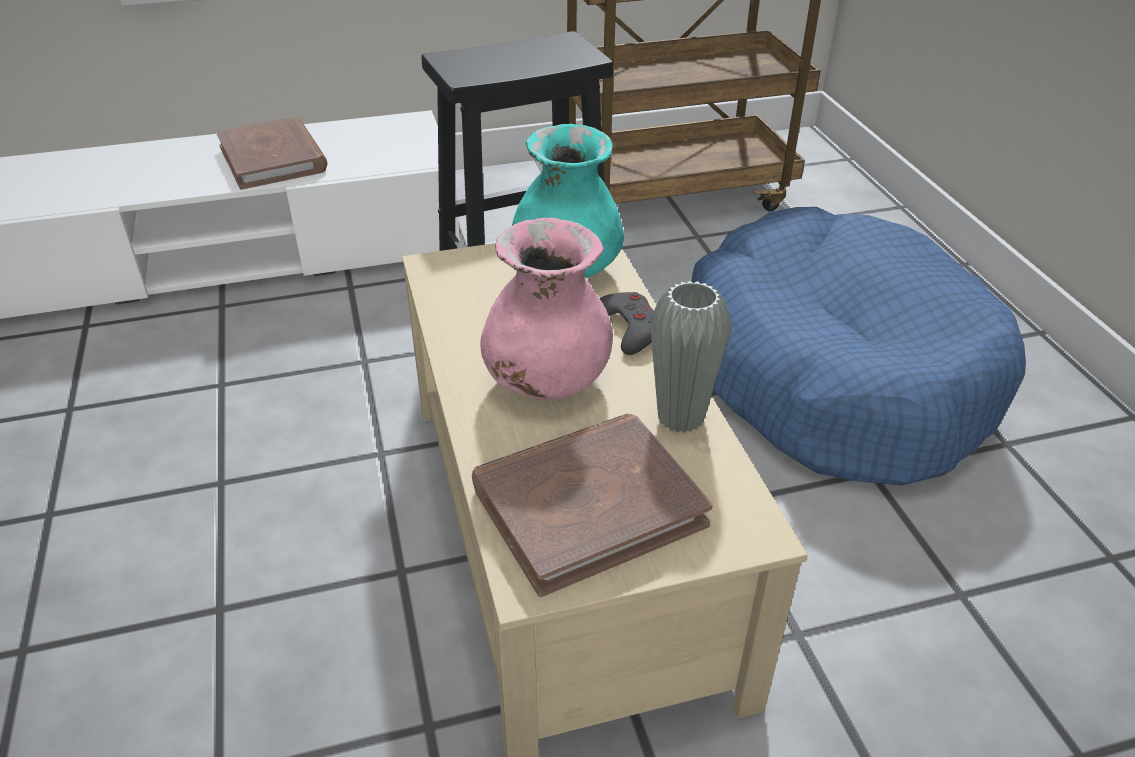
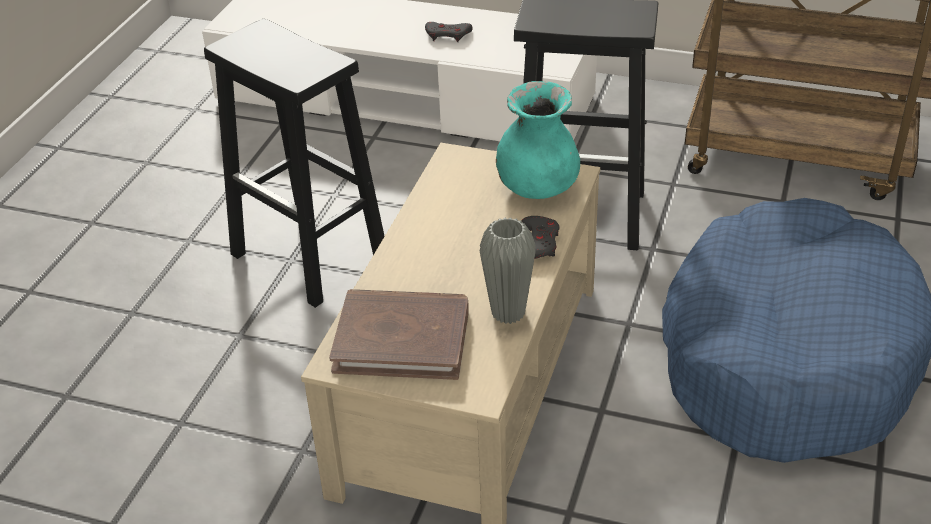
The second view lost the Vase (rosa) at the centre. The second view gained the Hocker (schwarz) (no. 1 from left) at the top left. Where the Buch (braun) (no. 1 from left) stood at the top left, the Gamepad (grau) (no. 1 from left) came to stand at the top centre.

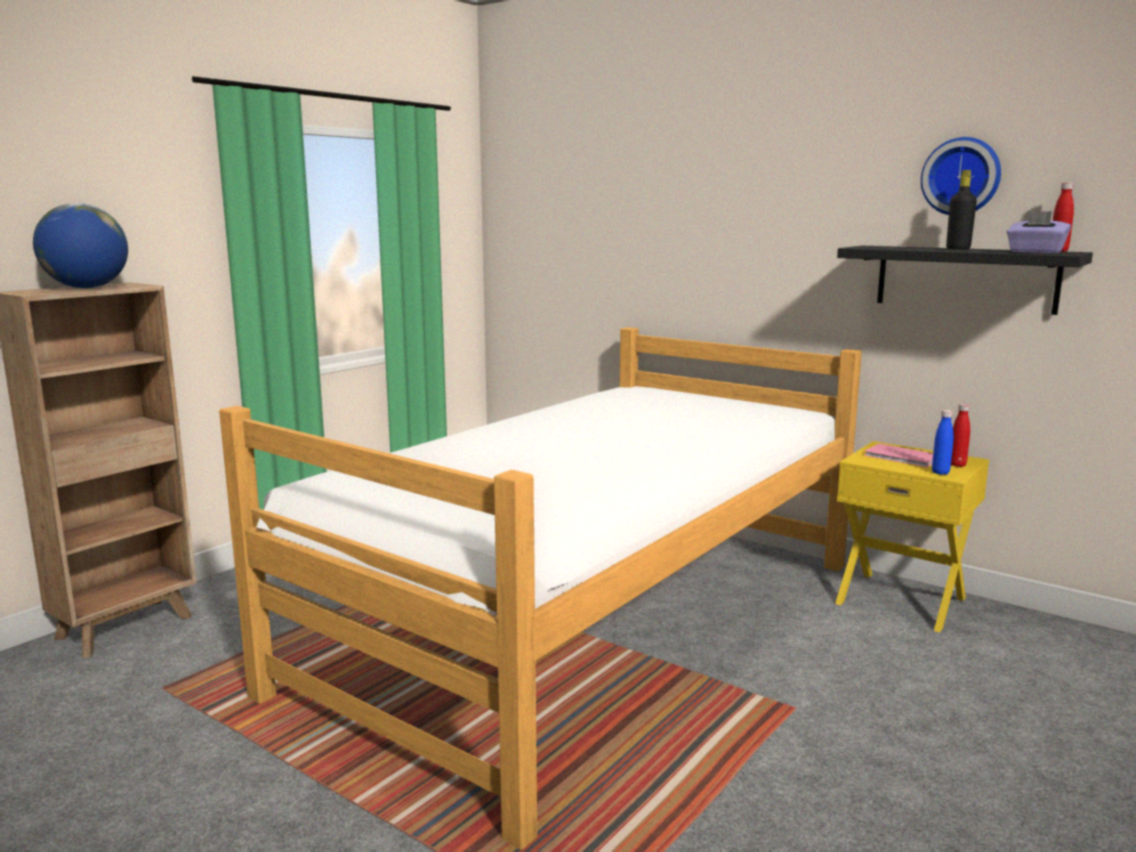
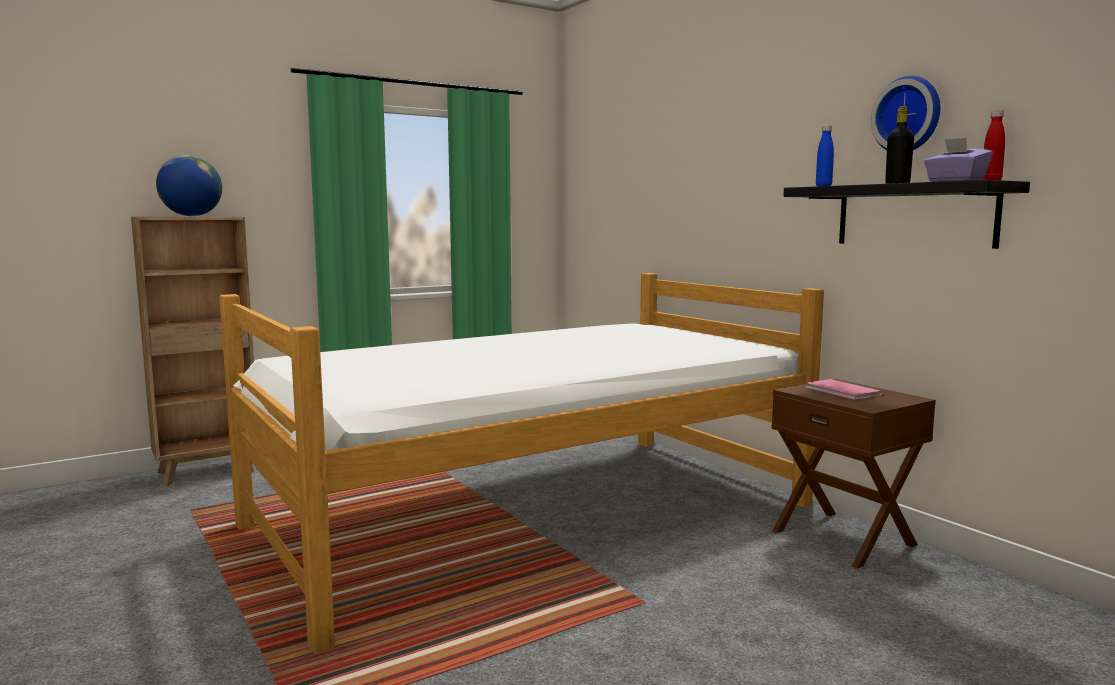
The second view lost the Flasche (rot) (no. 1 from left) at the middle right. The Flasche (blau) ended up elsewhere, having gone from the middle right to the top right. What was the Nachttisch (gelb) at the middle right turned into the Nachttisch (braun) at the bottom right.

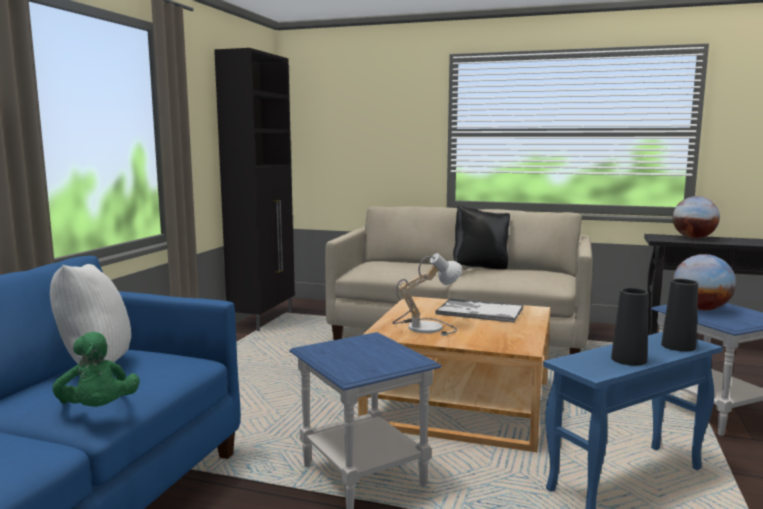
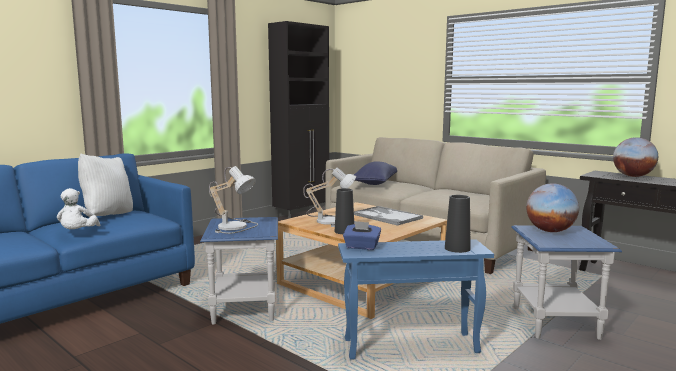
The second view lost the Kissen (schwarz) at the centre. The second view gained the Tischlampe (no. 1 from left) at the centre. The second view gained the Taschentuchbox (blau) at the centre. The second view gained the Kissen (blau) at the centre. The Vase (schwarz) (no. 1 from left) ended up elsewhere, having gone from the middle right to the centre. What was the Plüschtier (grün) at the bottom left turned into the Plüschtier (weiß) at the middle left.

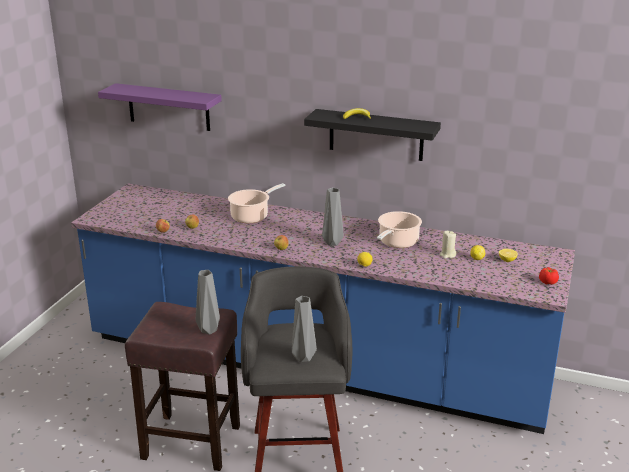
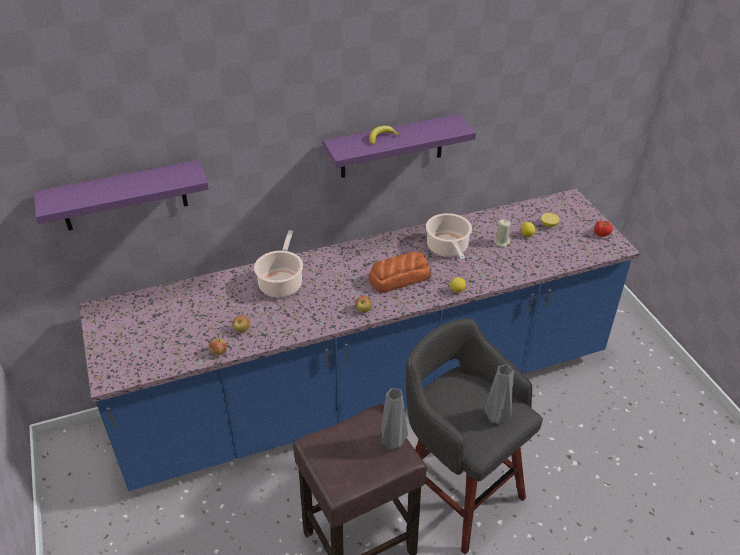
Where the Vase (grau) (no. 3 from left) stood at the centre, the Brot came to stand at the centre. What was the Wandregal (schwarz) at the top centre turned into the Wandregal (lila) (no. 2 from left) at the top centre.

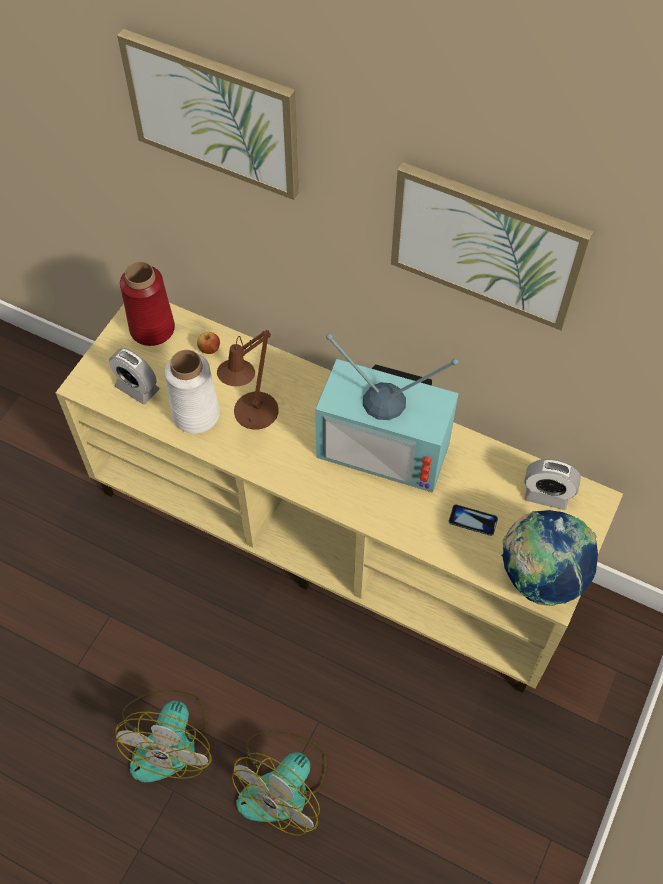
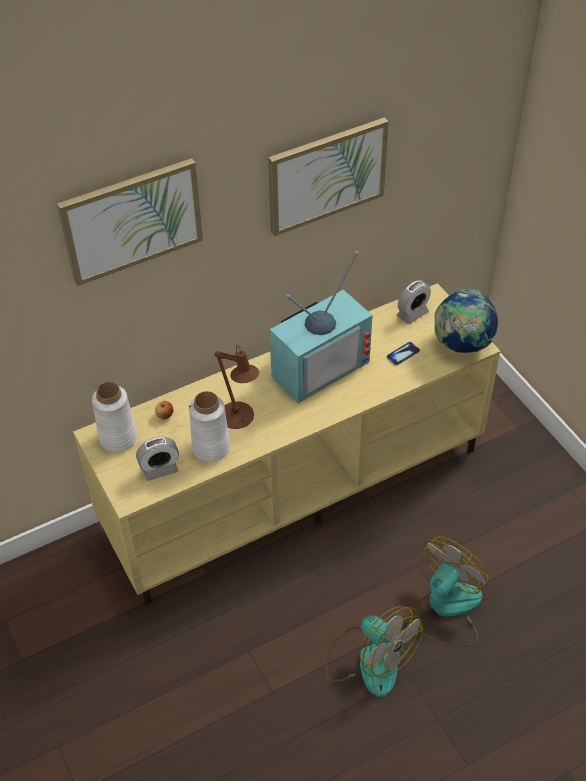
What was the Vase (rot) at the middle left turned into the Vase (weiß) (no. 1 from left) at the middle left. The Ventilator (no. 2 from left) at the bottom centre ended up facing another way, 120 degrees counterclockwise from before.

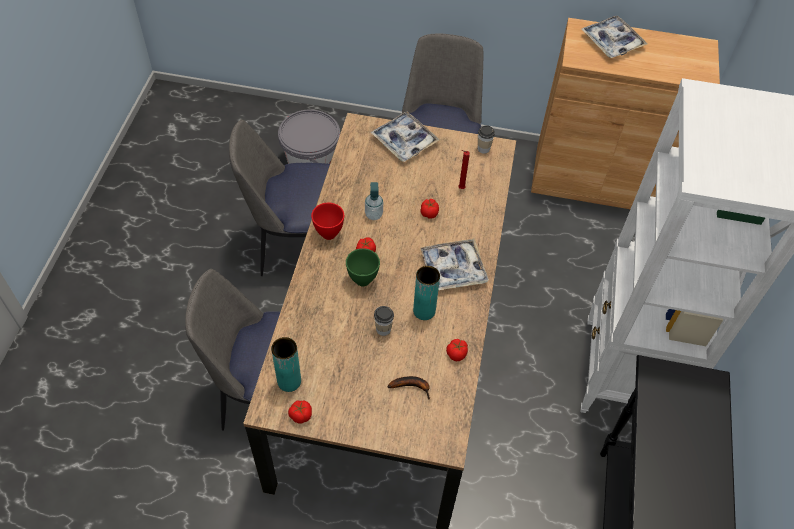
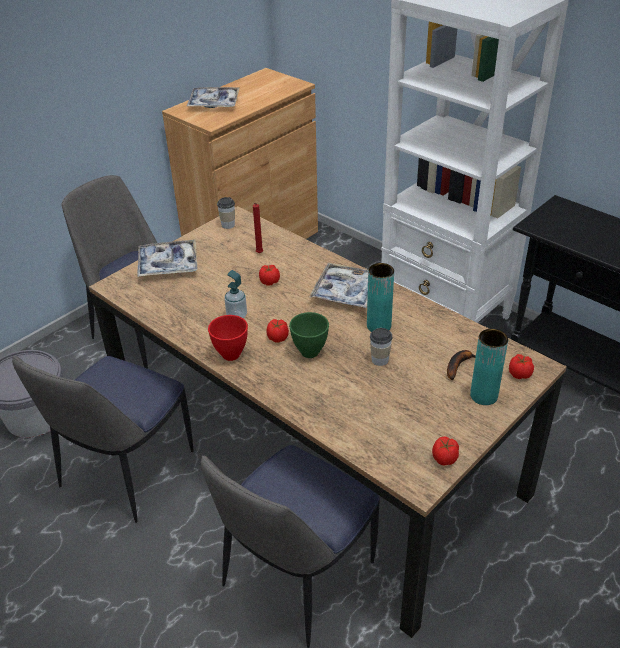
The Vase (türkis) (no. 1 from left in the first image) ended up elsewhere, having gone from the bottom centre to the middle right. The Tomate (no. 4 from left) ended up elsewhere, having gone from the centre to the middle right.

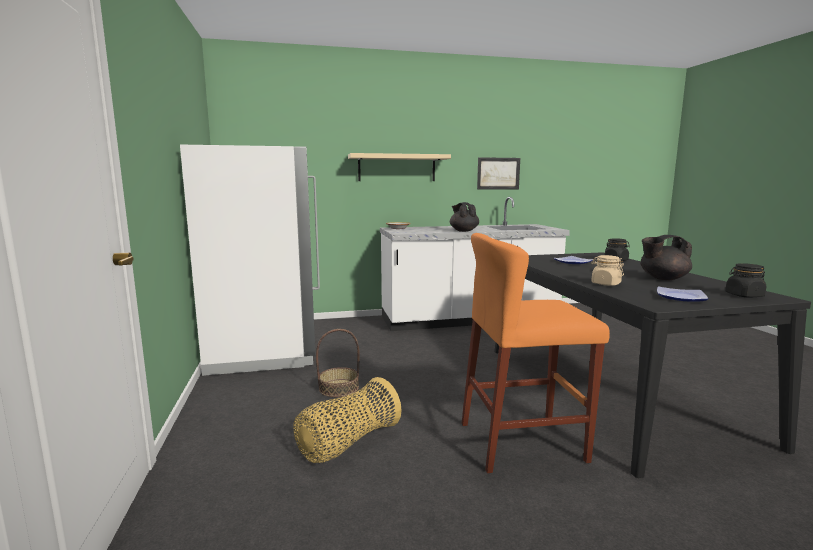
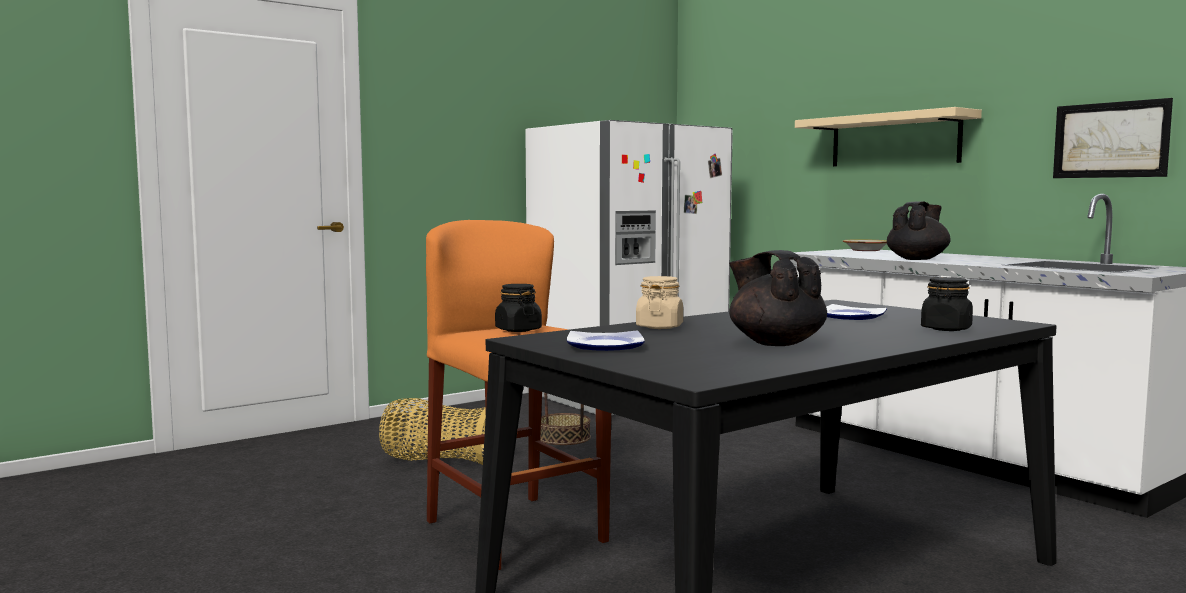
The Vorratsglas (schwarz) (no. 2 from left in the first image) ended up elsewhere, having gone from the middle right to the centre.

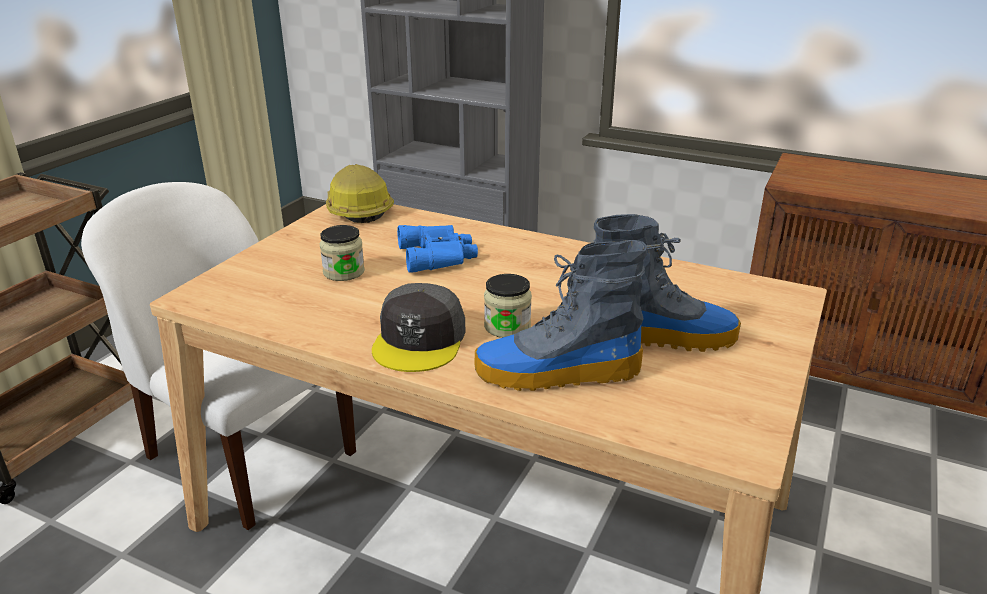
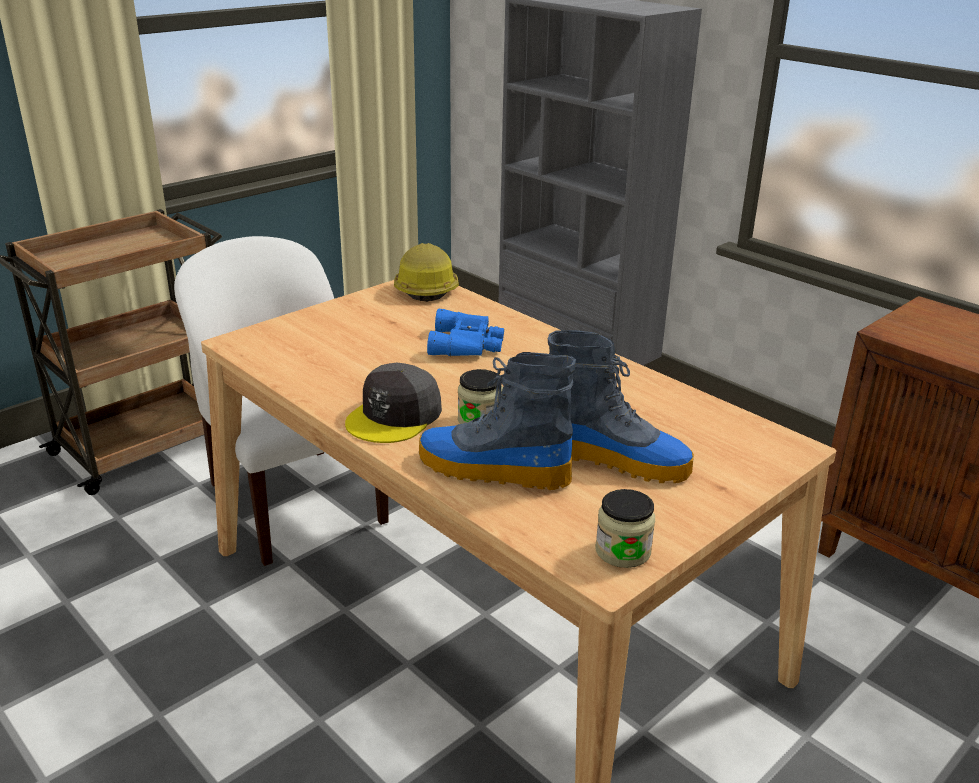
The Vorratsglas (no. 1 from left in the first image) ended up elsewhere, having gone from the centre to the bottom centre.

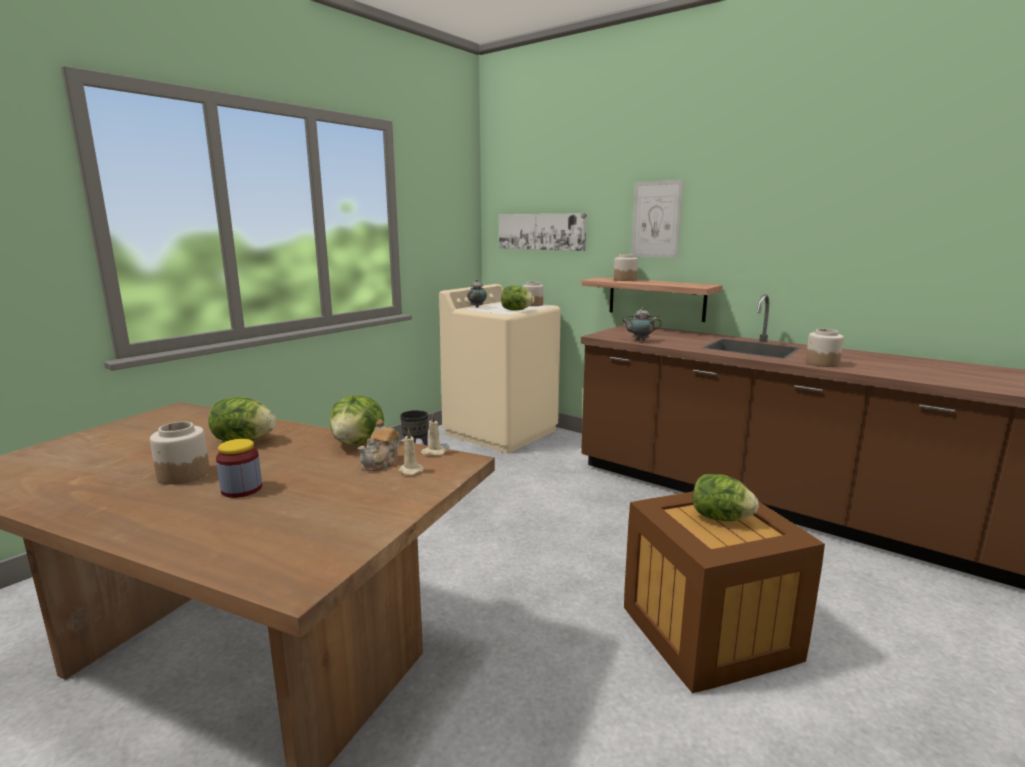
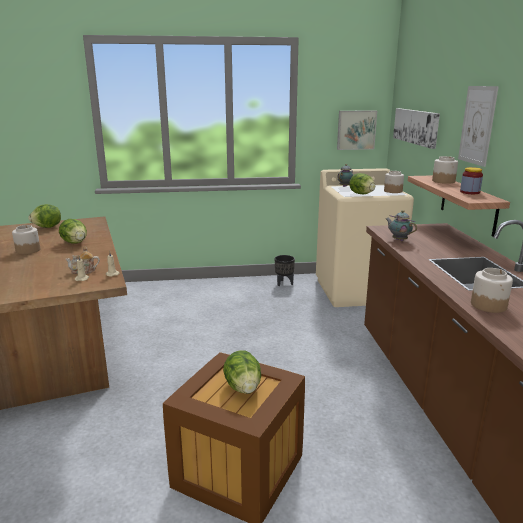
The second view gained the Bild (no. 1 from left) at the top right. The Vorratsglas (no. 2 from left in the first image) ended up elsewhere, having gone from the middle left to the middle right. The Salatkopf (no. 2 from left in the first image) ended up elsewhere, having gone from the centre to the middle left.

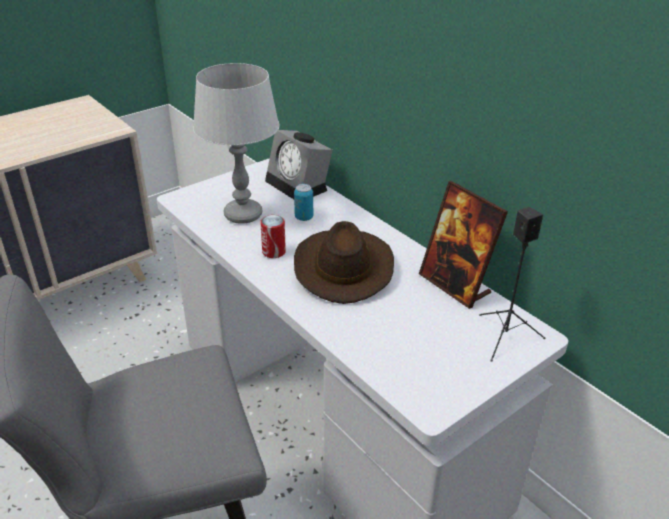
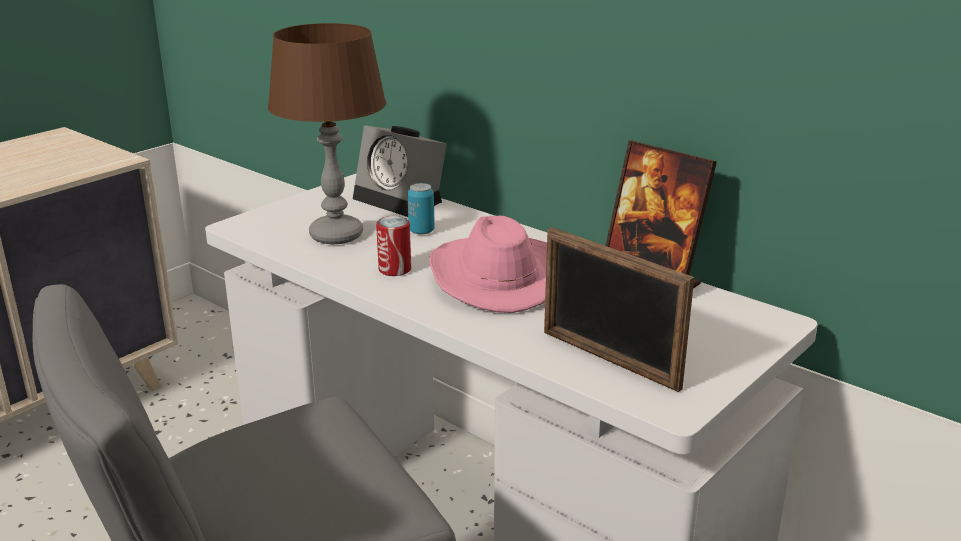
The second view lost the Lautsprecher (schwarz) at the middle right. The second view gained the Bilderrahmen (no. 1 from left) at the centre. What was the Tischlampe (grau) at the top centre turned into the Tischlampe (braun) at the top centre. What was the Hut (braun) at the centre turned into the Hut (rosa) at the centre.

